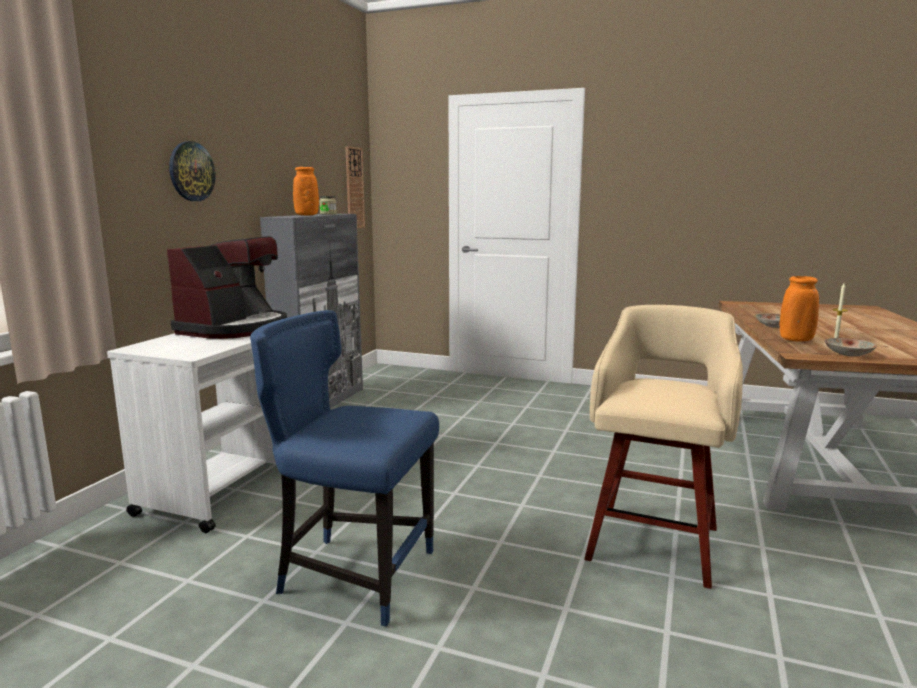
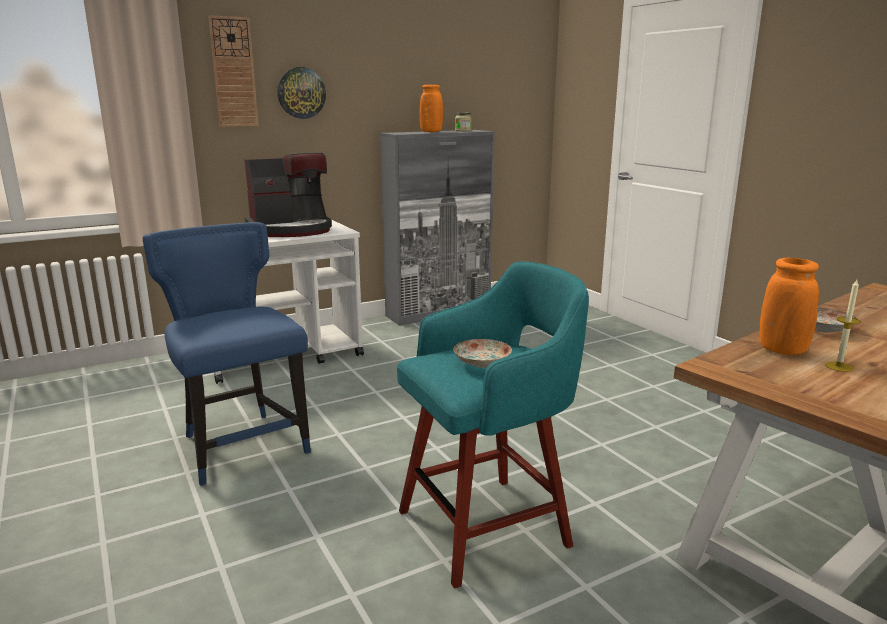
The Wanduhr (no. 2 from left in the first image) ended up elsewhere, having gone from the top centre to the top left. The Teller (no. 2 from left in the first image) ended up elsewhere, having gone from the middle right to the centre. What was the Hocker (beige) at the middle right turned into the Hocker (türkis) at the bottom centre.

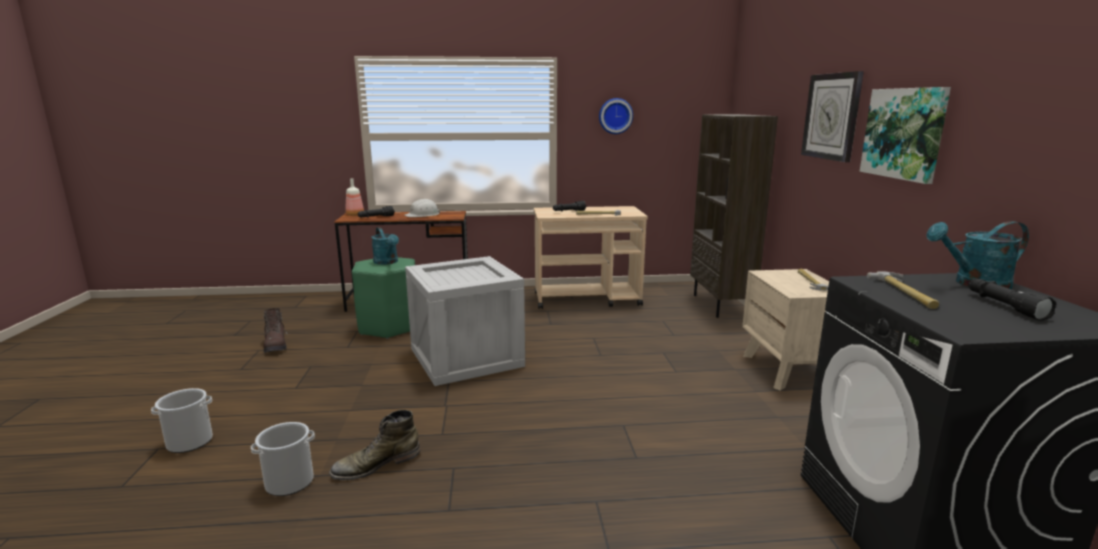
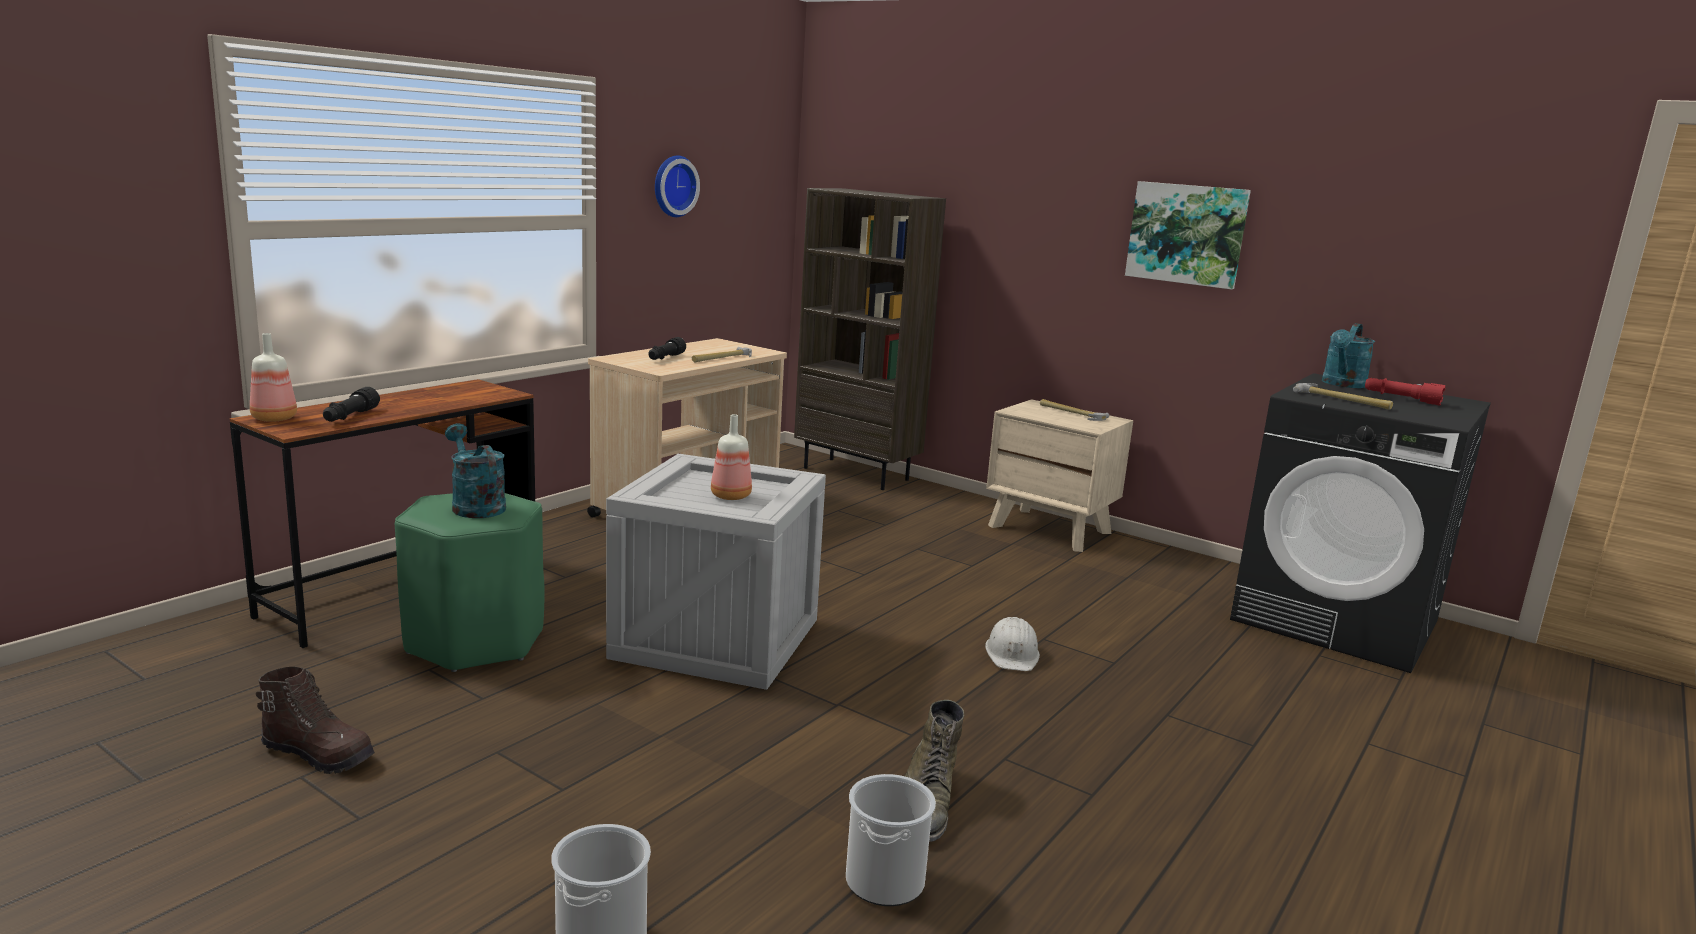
The second view lost the Wanduhr (no. 2 from left) at the top right. The second view gained the Flasche (no. 2 from left) at the centre. The Schutzhelm (weiß) ended up elsewhere, having gone from the centre to the bottom centre. What was the Taschenlampe (schwarz) (no. 3 from left) at the middle right turned into the Taschenlampe (rot) at the middle right. The Gießkanne (türkis) (no. 1 from left) at the centre ended up facing another way, 135 degrees counterclockwise from before.

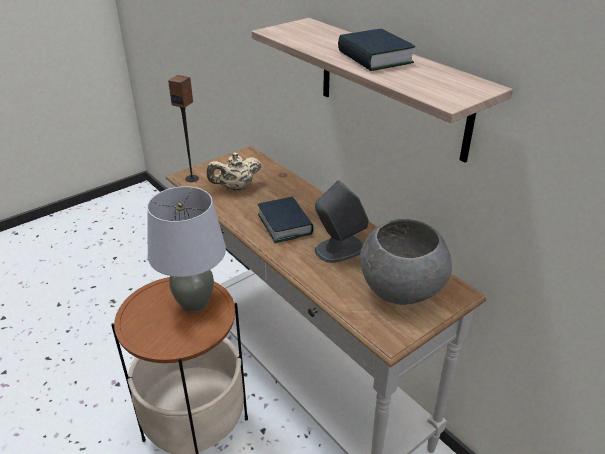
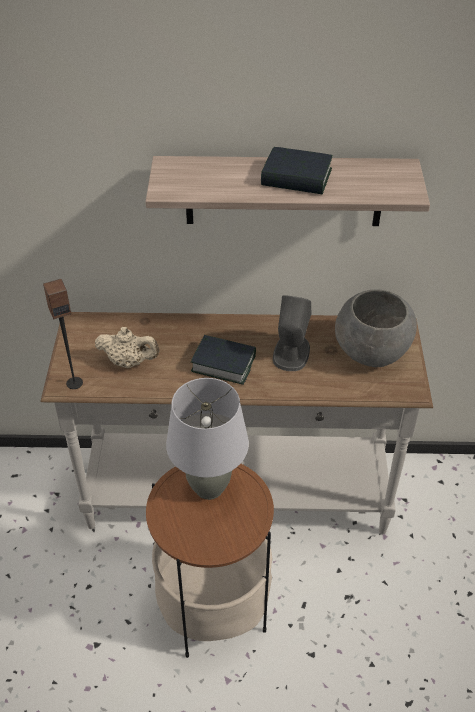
The Teekanne (beige) at the centre ended up facing another way, 90 degrees counterclockwise from before.

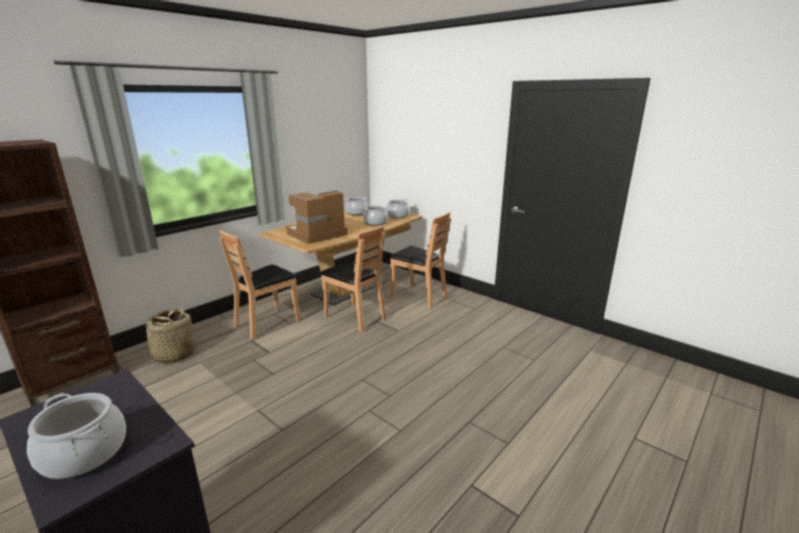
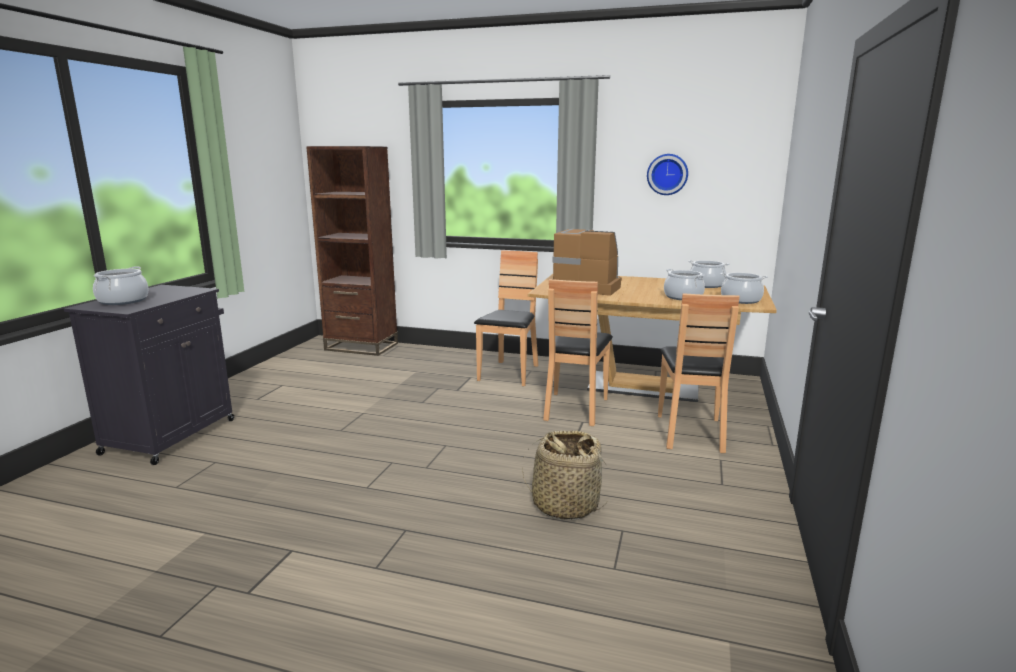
The second view gained the Wanduhr at the top centre. The Korb ended up elsewhere, having gone from the middle left to the bottom centre. The Stuhl (braun) (no. 1 from left) at the middle left ended up facing another way, 90 degrees clockwise from before.

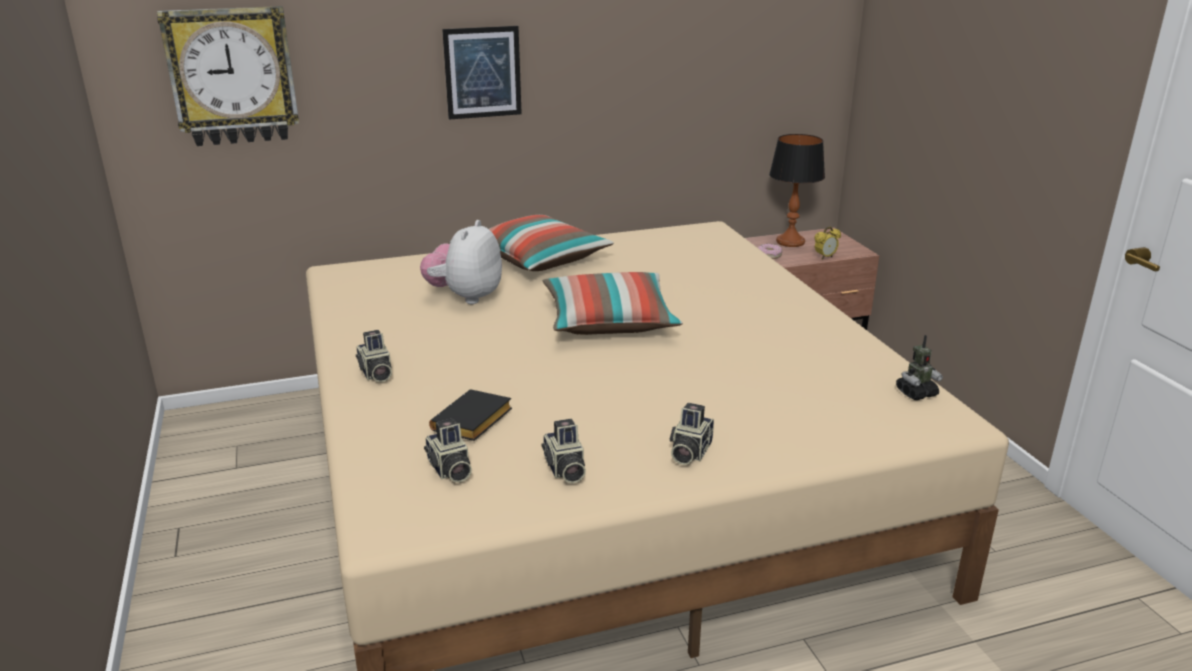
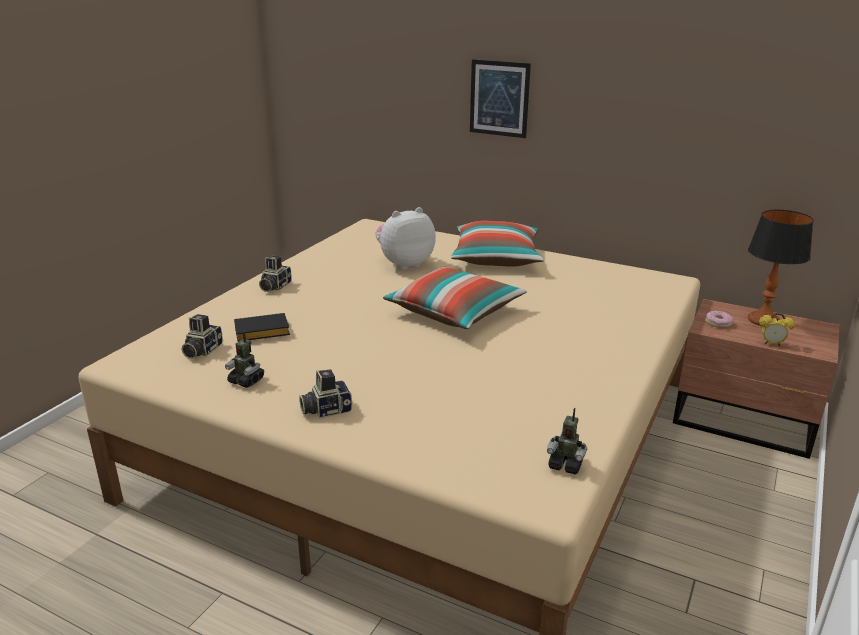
The second view lost the Wanduhr at the top left. Where the Kamera (no. 3 from left) stood at the bottom centre, the Spielzeugroboter (no. 1 from left) came to stand at the middle left.

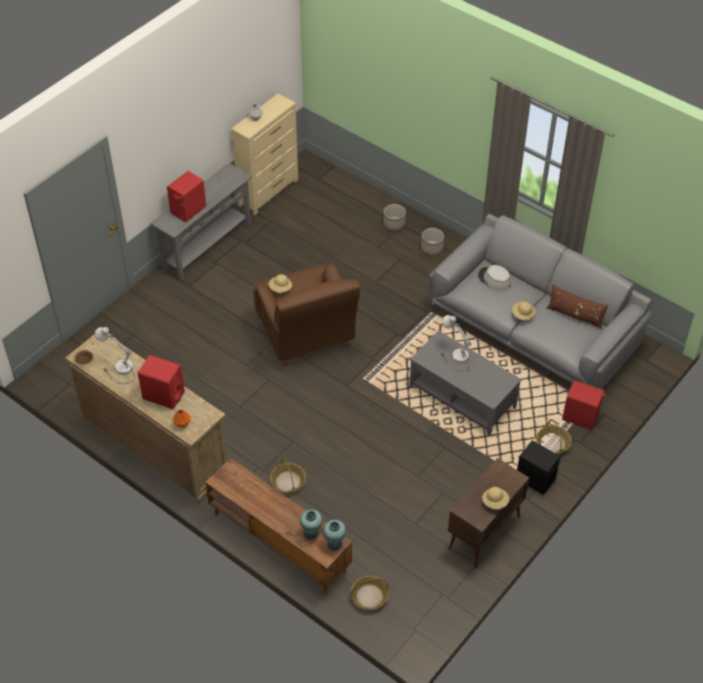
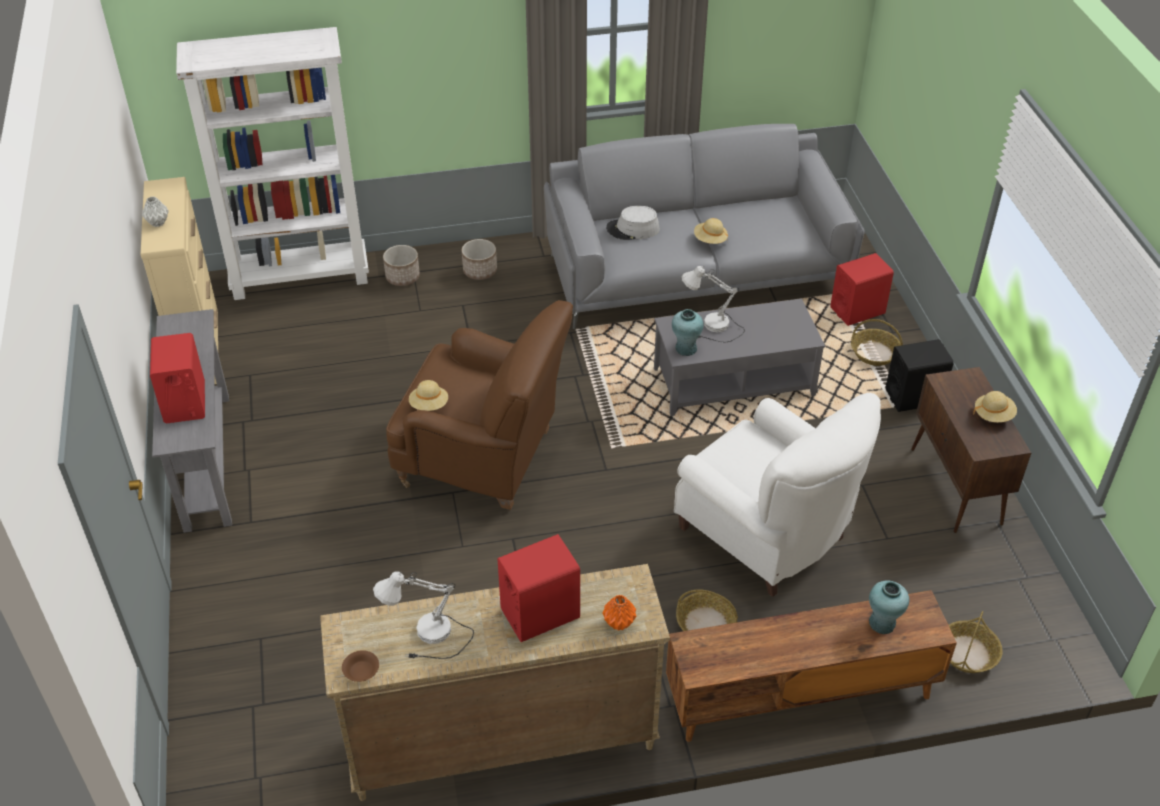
The second view lost the Kissen (braun) at the middle right. The second view gained the Bücherregal (weiß) at the top left. The second view gained the Sessel (weiß) at the middle right. The Vase (türkis) (no. 2 from left in the first image) ended up elsewhere, having gone from the bottom centre to the centre.

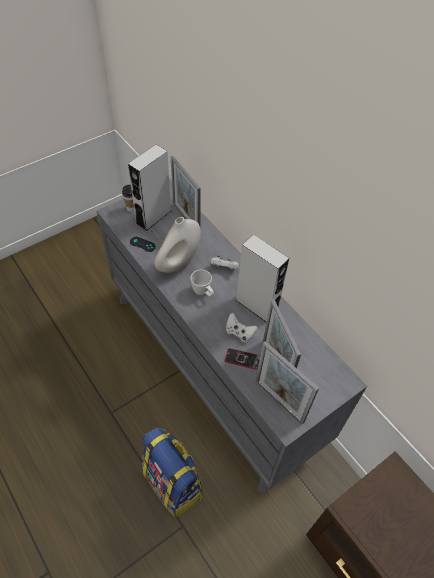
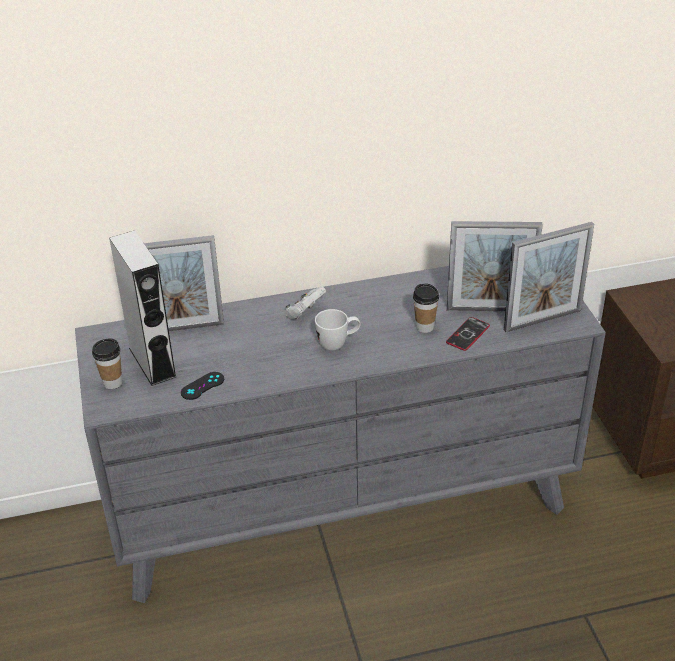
The second view lost the Rucksack at the bottom centre. The second view lost the Vase (weiß) at the centre. The second view lost the Lautsprecher (grau) (no. 2 from left) at the centre. Where the Gamepad (weiß) (no. 2 from left) stood at the centre, the Tasse (no. 2 from left) came to stand at the centre.

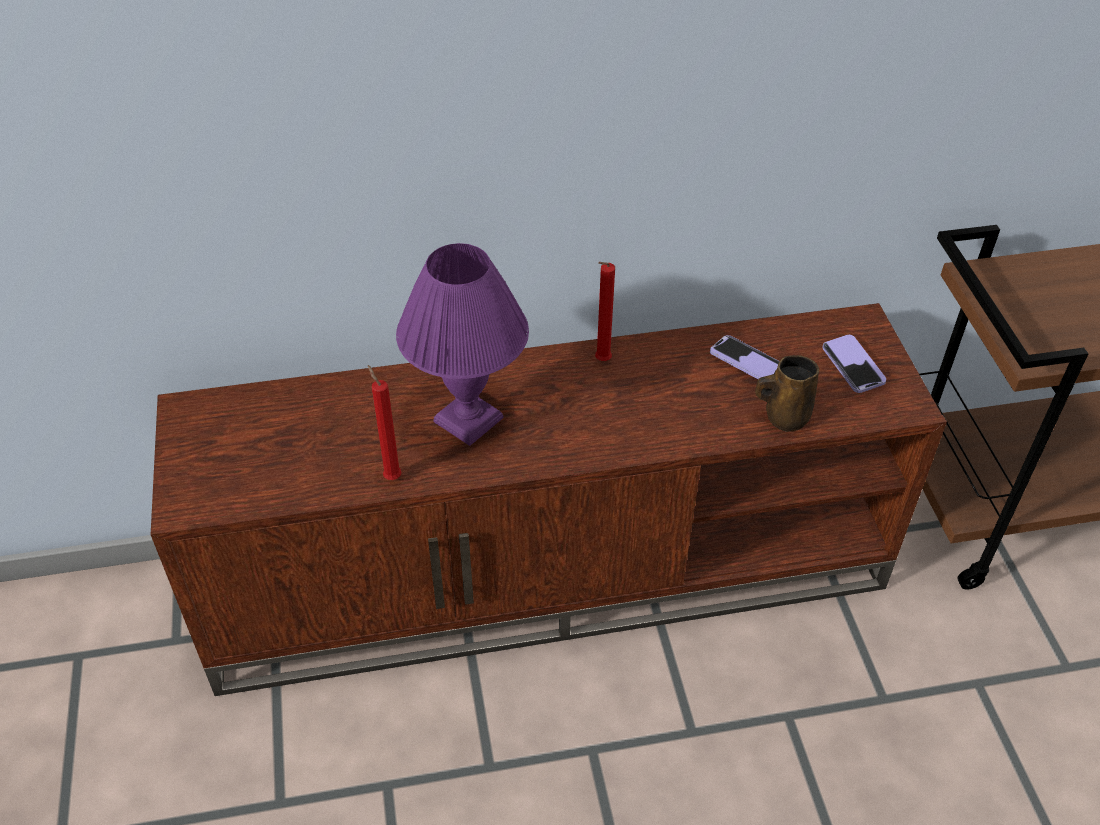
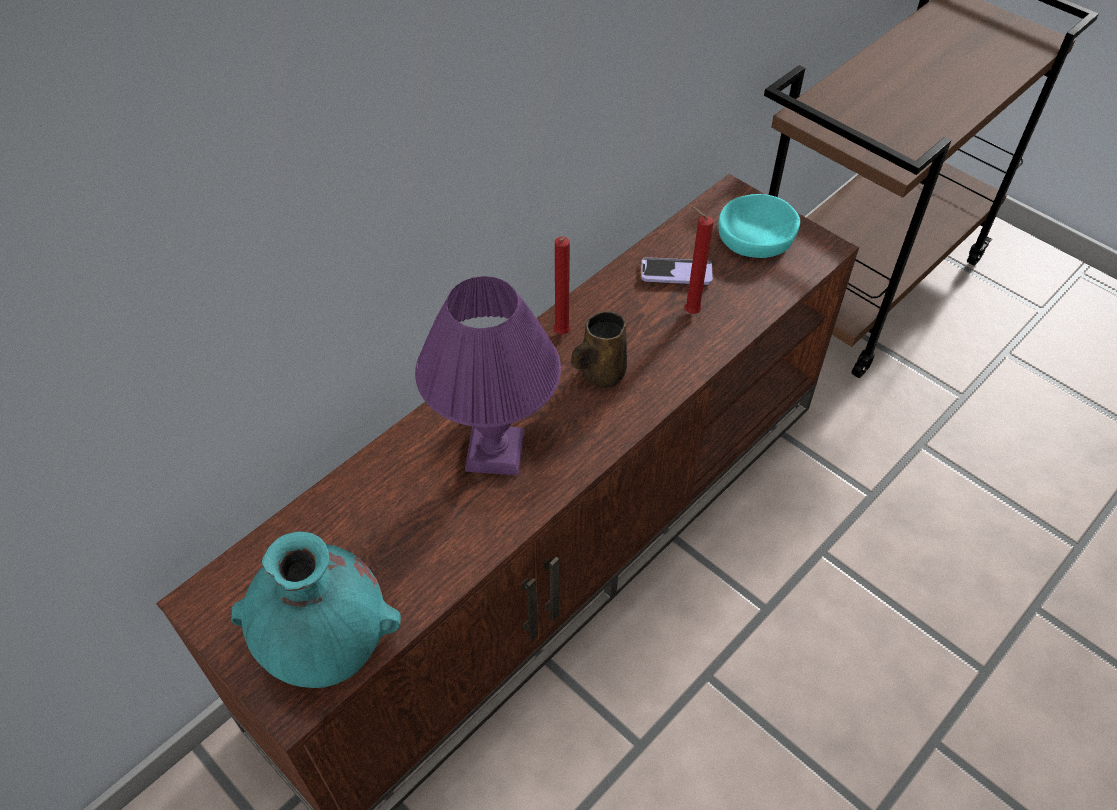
The second view gained the Vase (türkis) at the bottom left. The Kerze (rot) (no. 1 from left in the first image) ended up elsewhere, having gone from the centre to the top centre. The Henkelbecher (braun) ended up elsewhere, having gone from the middle right to the centre. Where the Handy (no. 2 from left) stood at the middle right, the Schüssel (türkis) came to stand at the top right.

